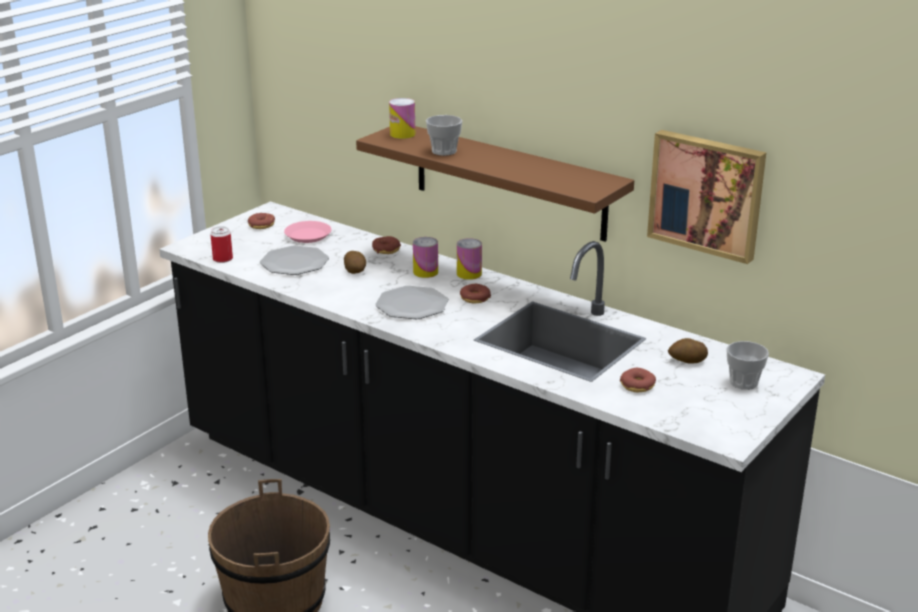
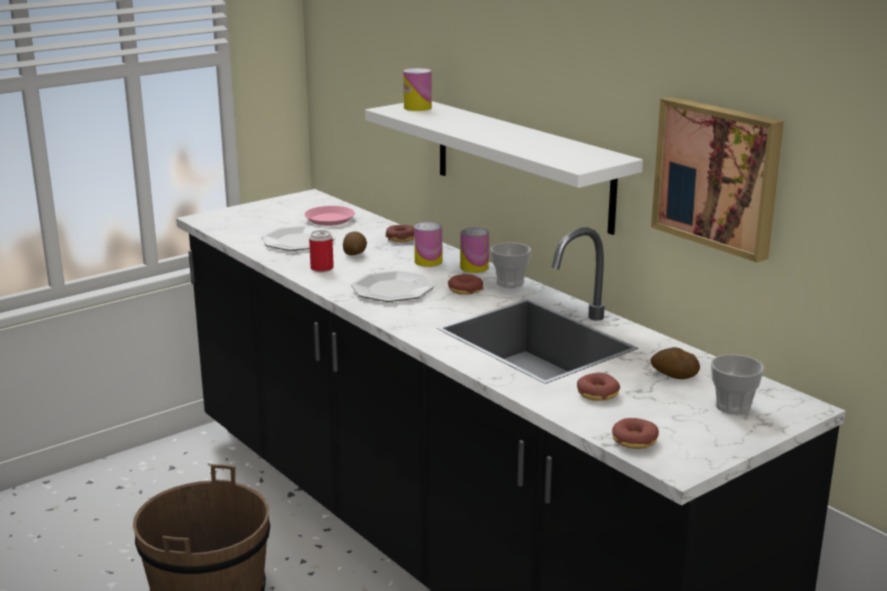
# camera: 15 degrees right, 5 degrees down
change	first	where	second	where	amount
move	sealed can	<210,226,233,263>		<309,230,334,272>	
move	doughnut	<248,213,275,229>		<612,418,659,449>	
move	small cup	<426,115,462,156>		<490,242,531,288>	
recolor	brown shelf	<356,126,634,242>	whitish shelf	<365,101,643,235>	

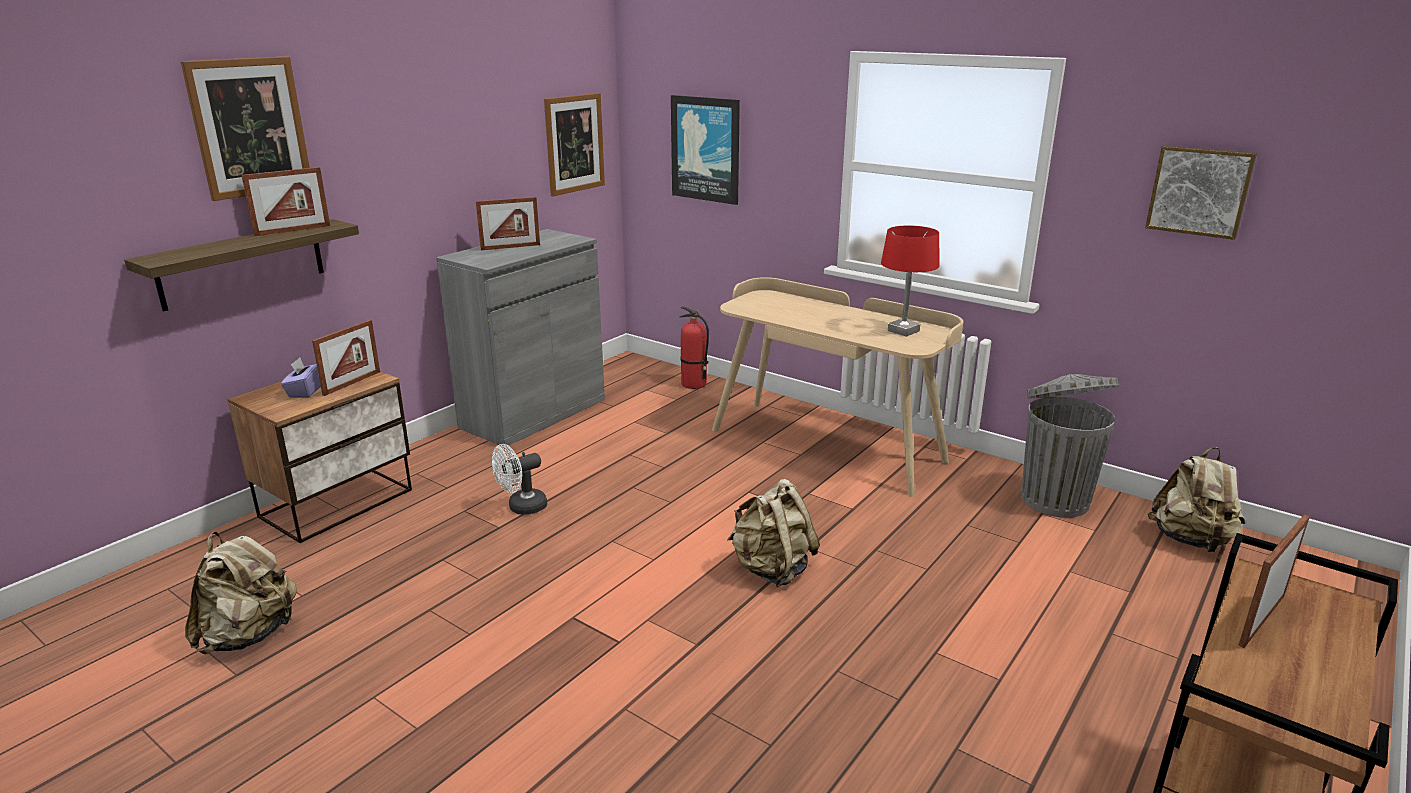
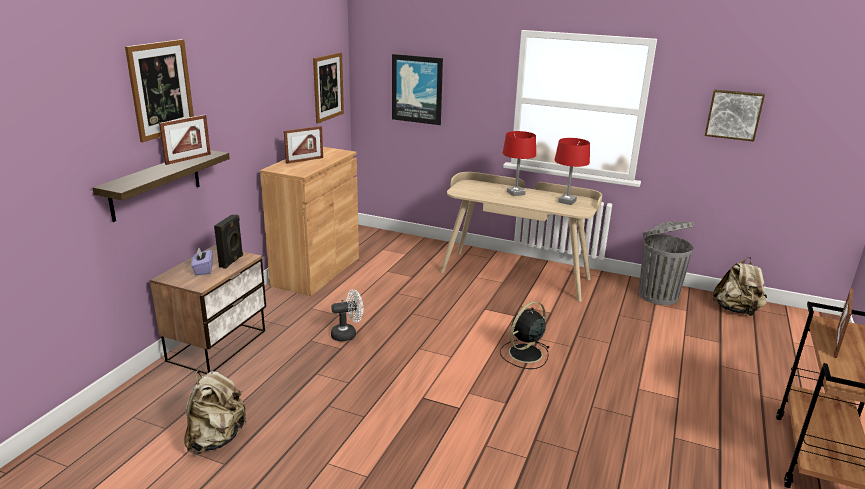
# camera: 15 degrees left, 0 degrees up
change	first	where	second	where	amount
delete	extinguisher	<679,306,709,389>			
insert			red-coloured table lamp	<503,131,536,196>	
replace	photo frame	<312,320,380,396>	black speaker	<214,214,243,269>	
replace	beige-coloured backpack	<727,479,820,587>	black fan	<500,301,550,369>	
recolor	gray cupboard	<436,229,605,447>	brown cupboard	<260,147,359,296>	
rotate	whitish fan	<492,444,547,515>		<331,289,363,342>	150 degrees counterclockwise

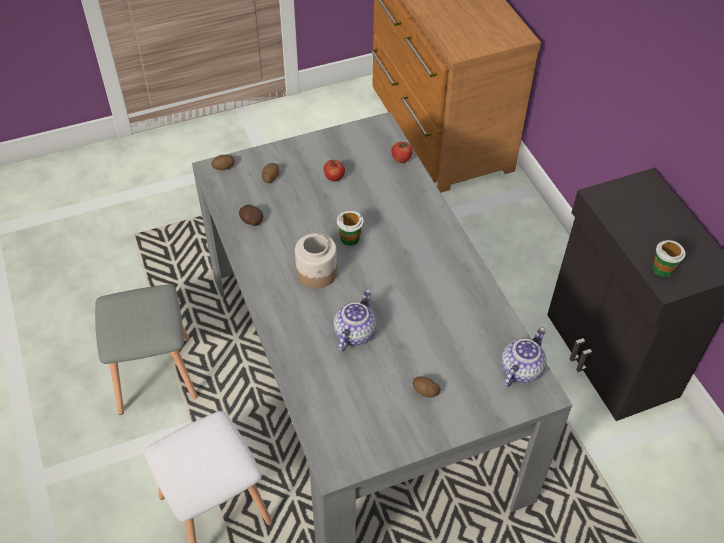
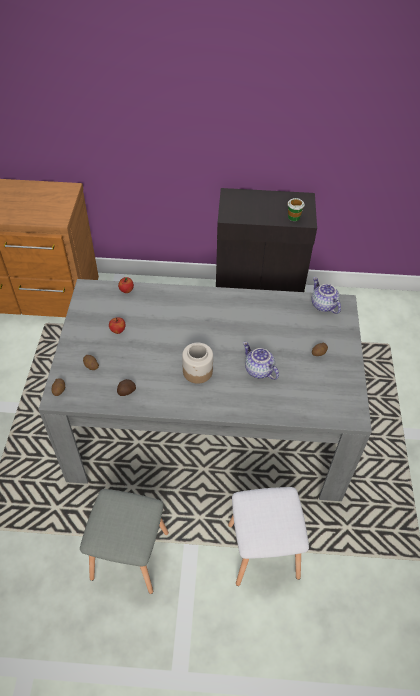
# camera: 65 degrees left, 0 degrees up
change	first	where	second	where	amount
delete	small cup	<337,211,364,246>			

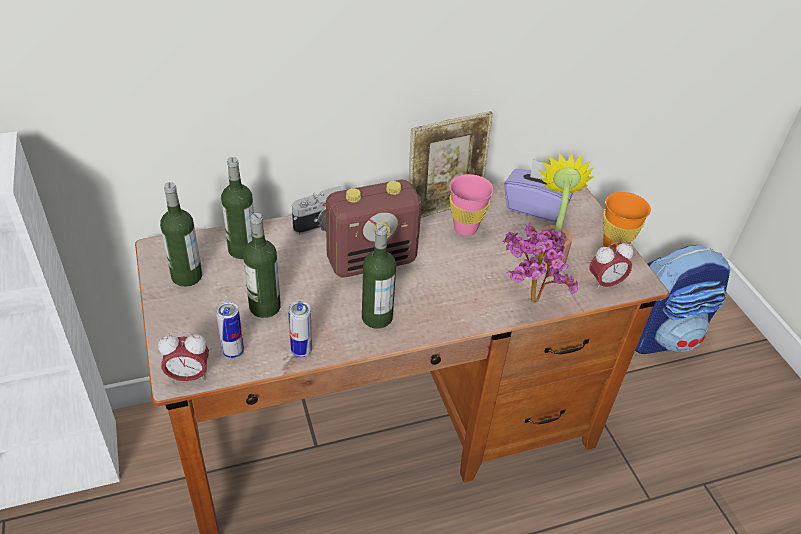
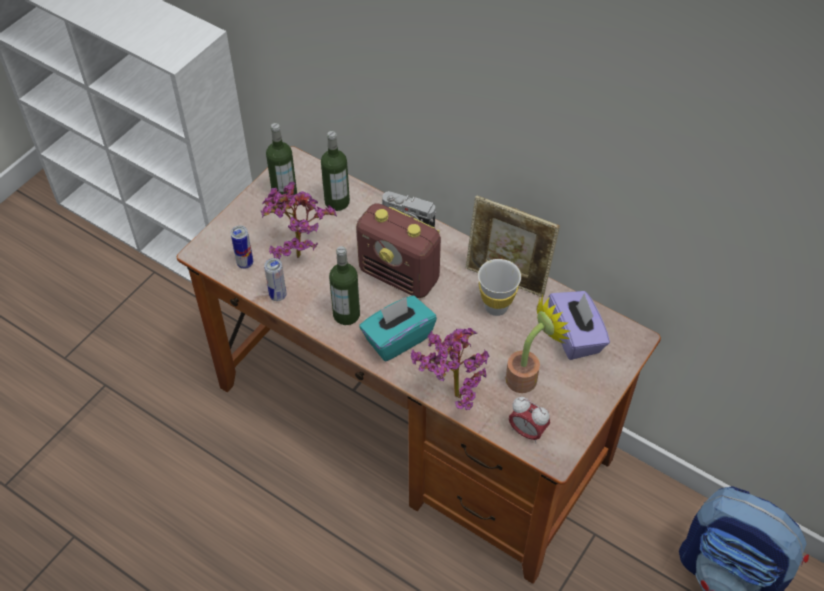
# camera: 55 degrees right, 10 degrees up
change	first	where	second	where	amount
delete	bedside clock	<158,332,209,383>			
delete	orange small cup	<603,192,651,248>			
insert			turquoise box of tissues	<359,295,437,361>	
replace	drink bottle	<243,213,281,318>	houseplant	<261,182,337,260>	
recolor	pinkish small cup	<449,174,494,236>	whitish small cup	<478,259,521,316>	

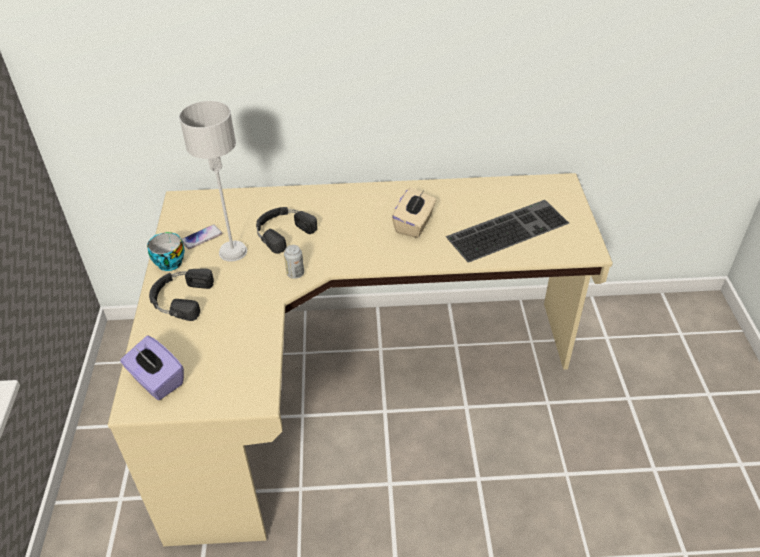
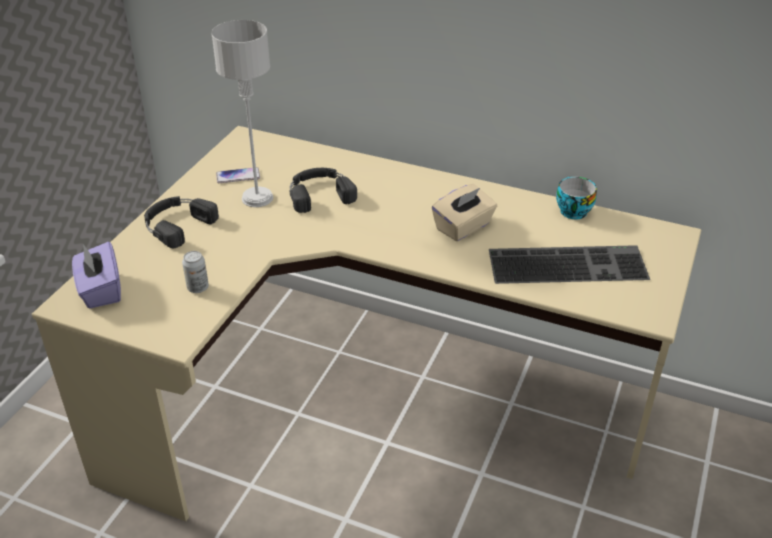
# camera: 25 degrees right, 5 degrees down
change	first	where	second	where	amount
move	small cup	<147,232,185,271>		<556,177,597,219>	
move	sealed can	<284,245,304,279>		<182,251,209,293>	

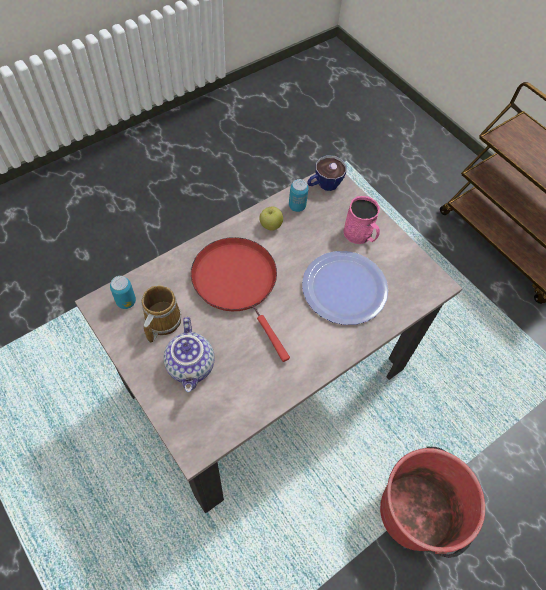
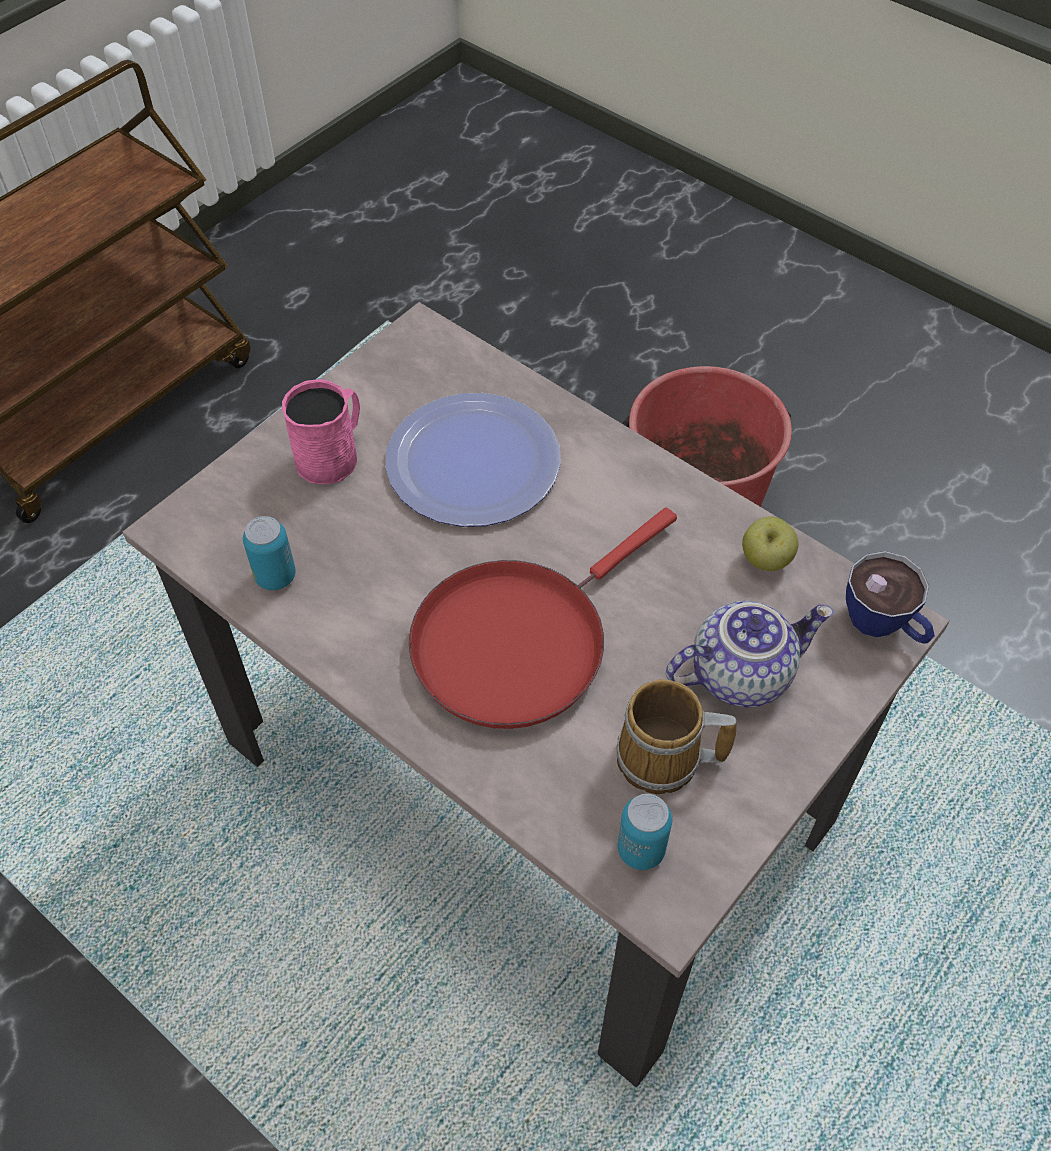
# camera: 100 degrees left, 5 degrees down
change	first	where	second	where	amount
move	apple	<259,206,283,231>		<742,516,799,571>	
move	small cup	<307,155,347,191>		<846,551,935,644>	

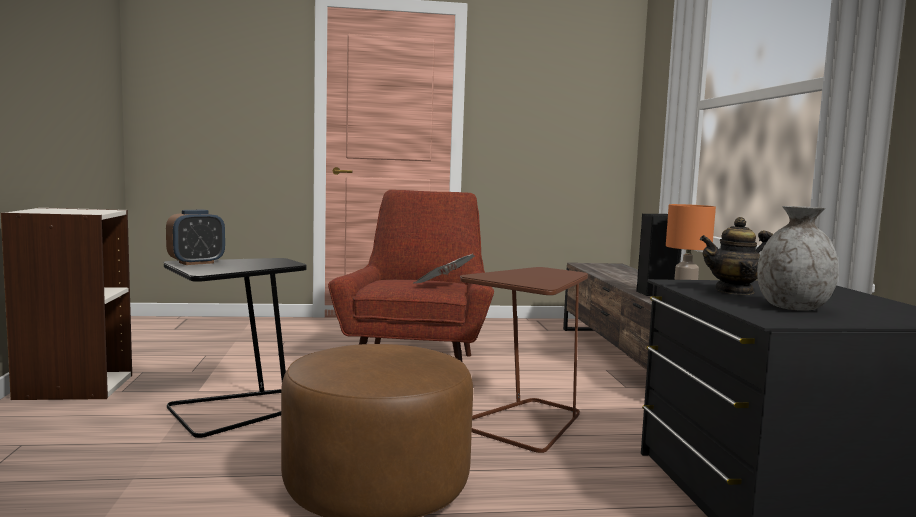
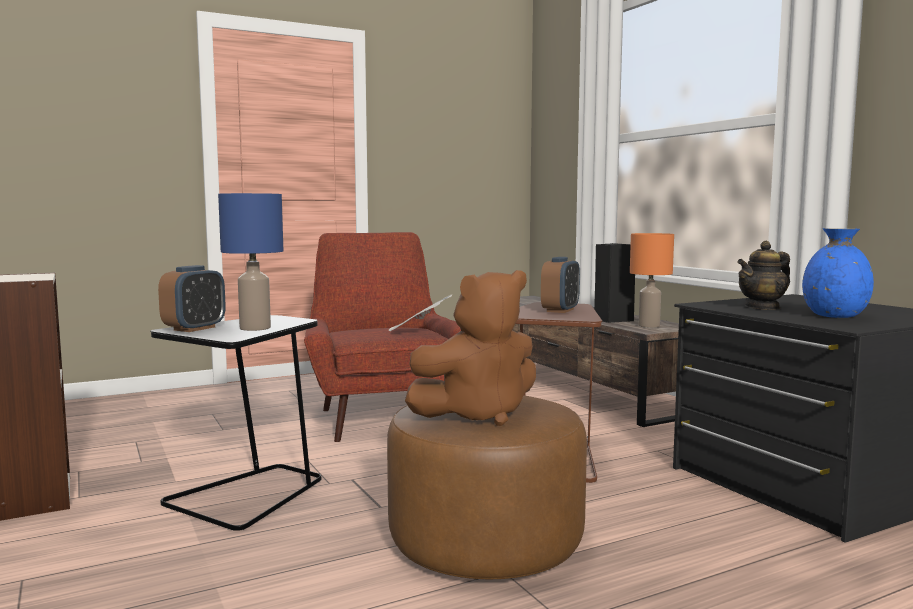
# camera: 20 degrees left, 0 degrees up
change	first	where	second	where	amount
insert			blue table lamp	<218,193,283,331>	
insert			brown cuddly toy	<405,270,536,426>	
insert			bedside clock	<541,257,580,313>	
recolor	gray flower vase	<757,206,839,311>	blue flower vase	<802,228,874,318>	

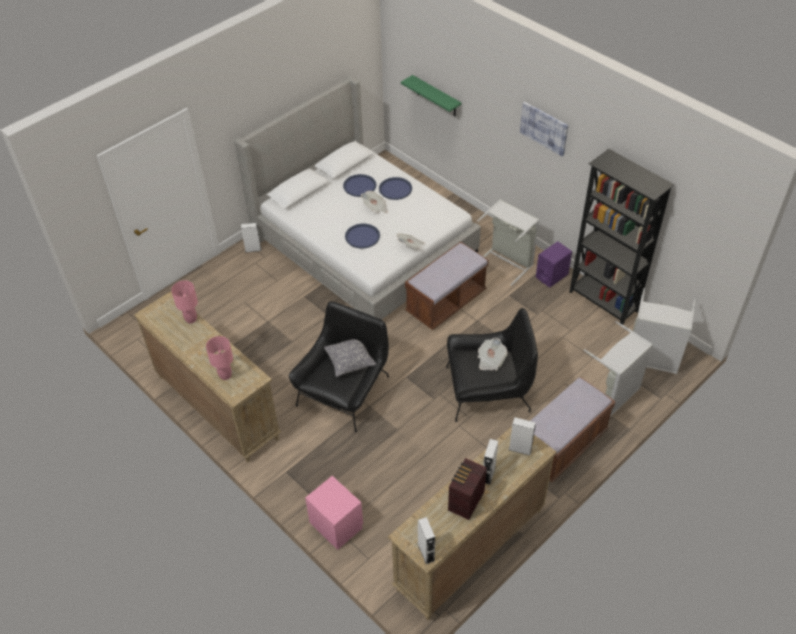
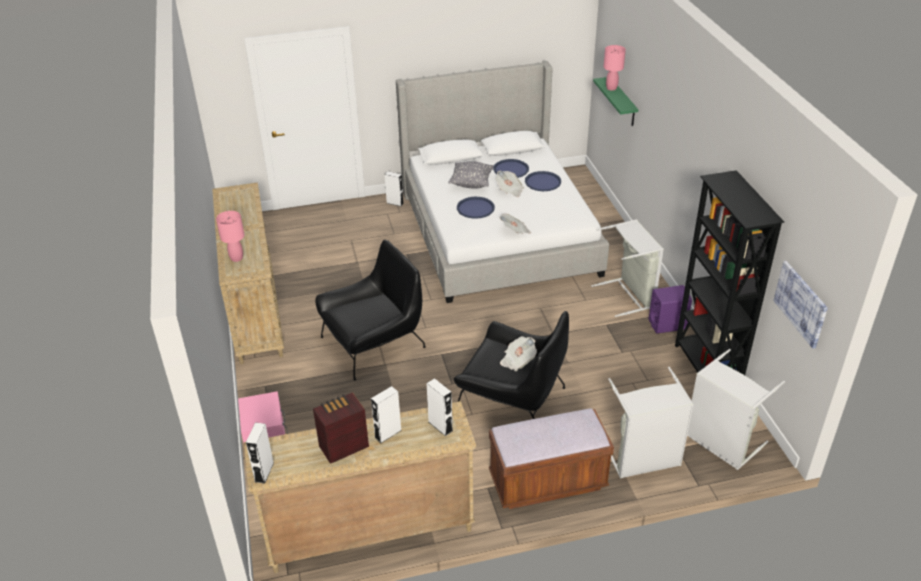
# camera: 30 degrees right, 10 degrees down
change	first	where	second	where	amount
delete	brown long seat	<405,242,489,330>			
move	pinkish table lamp	<171,281,198,324>		<604,45,626,91>	
move	gray throw pillow	<324,339,376,377>		<448,161,494,189>	
move	picture	<520,102,568,157>		<774,261,828,349>	

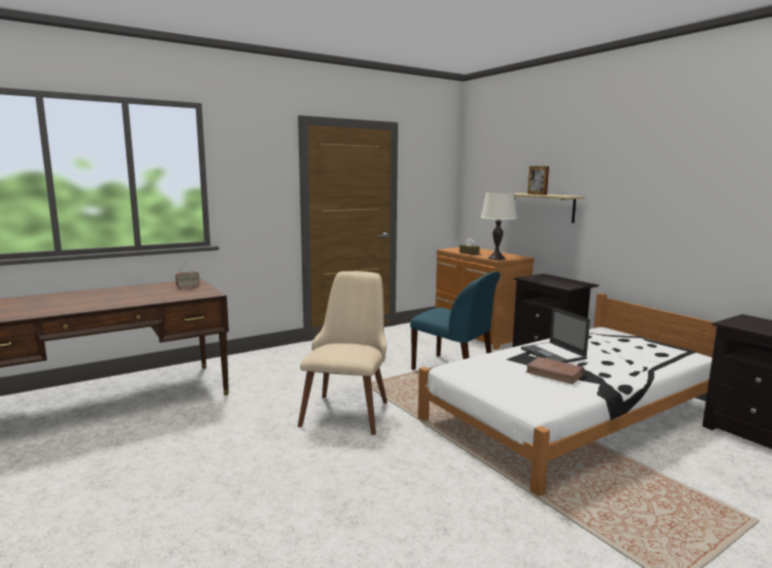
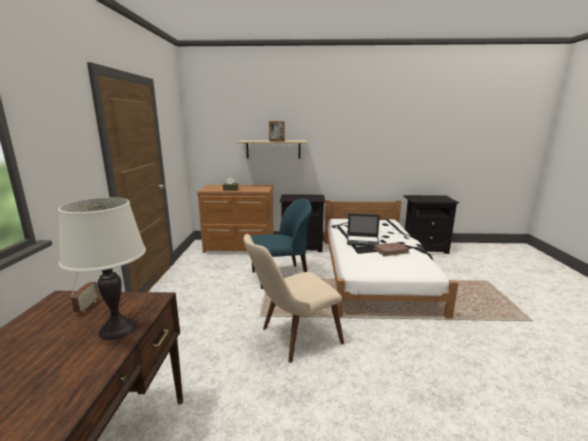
# camera: 55 degrees left, 5 degrees up
change	first	where	second	where	amount
move	whitish table lamp	<481,192,517,260>		<58,197,146,340>	
rotate	beige-coloured chair	<298,271,387,435>		<243,234,344,363>	75 degrees counterclockwise

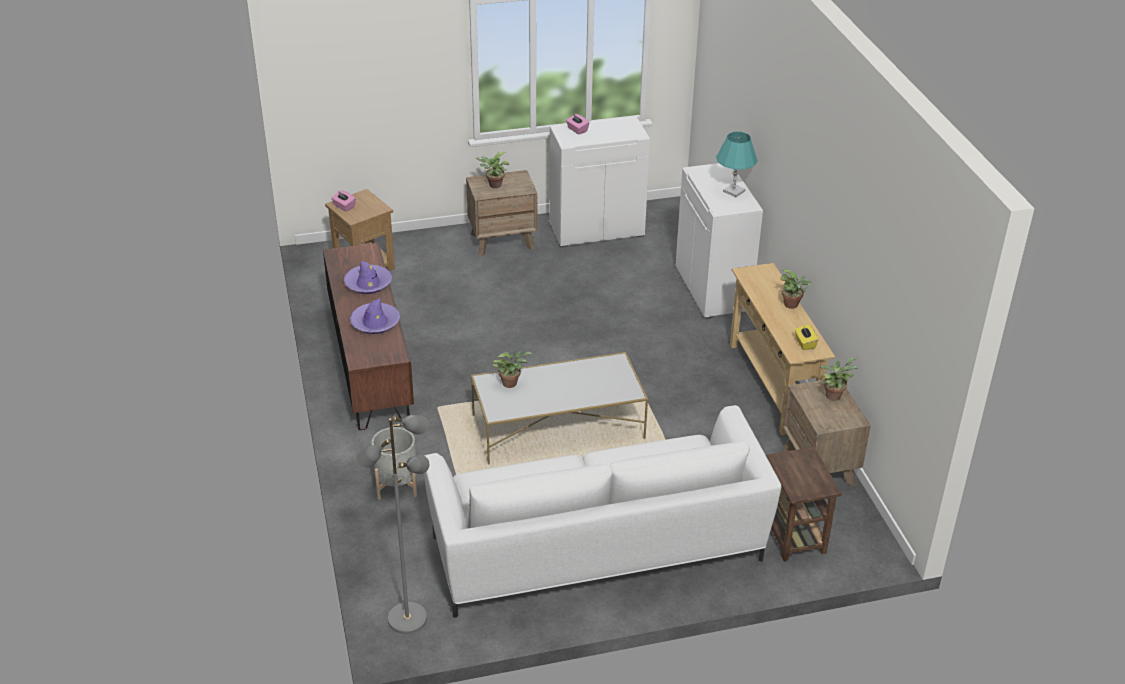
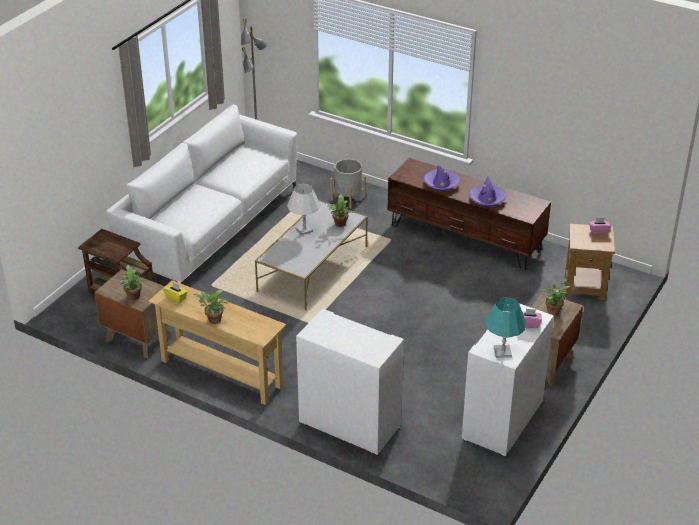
# camera: 135 degrees right, 0 degrees up
change	first	where	second	where	amount
insert			whitish table lamp	<287,184,321,235>	
move	turquoise table lamp	<716,132,758,197>		<485,297,526,358>	

